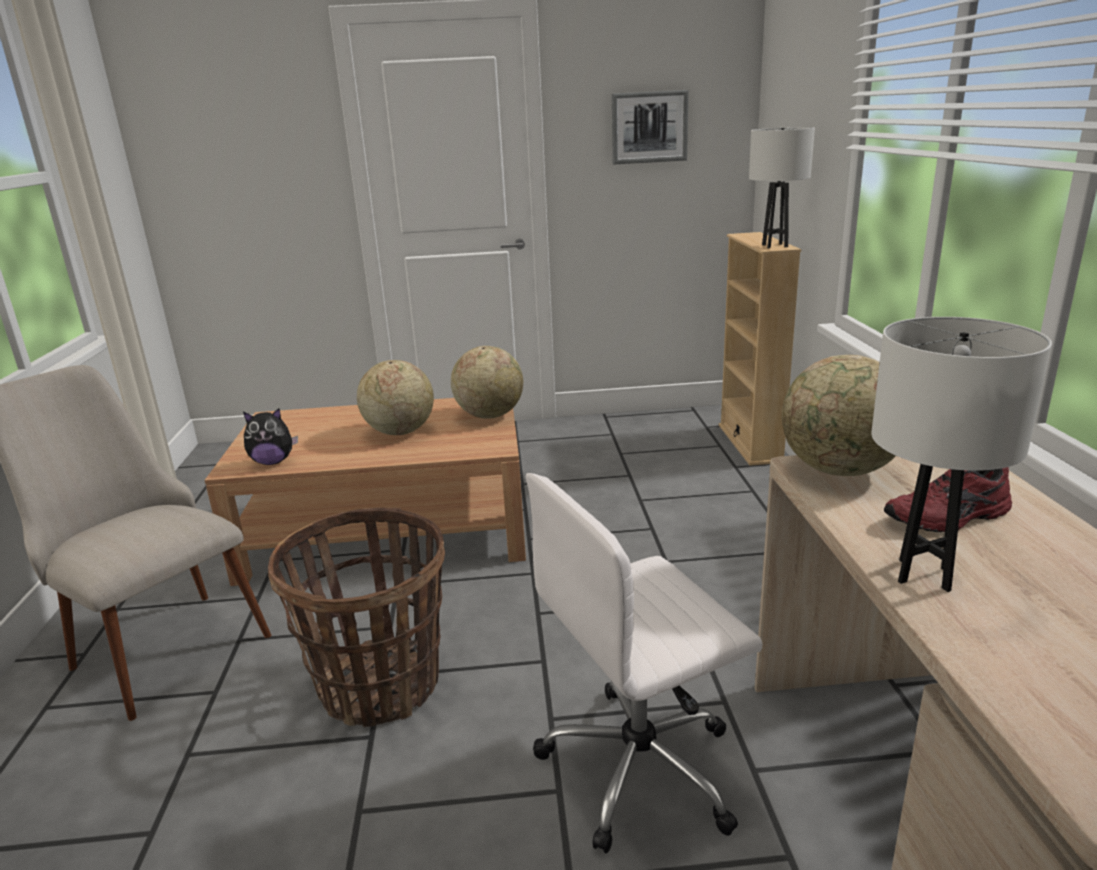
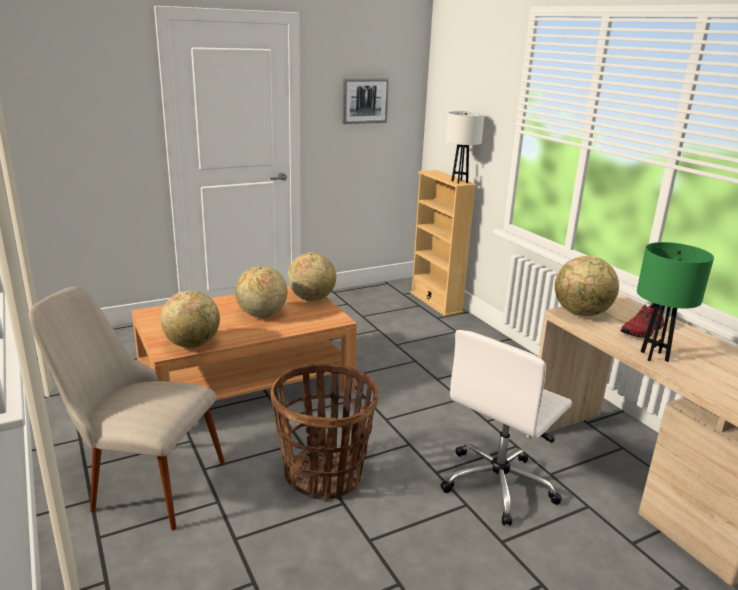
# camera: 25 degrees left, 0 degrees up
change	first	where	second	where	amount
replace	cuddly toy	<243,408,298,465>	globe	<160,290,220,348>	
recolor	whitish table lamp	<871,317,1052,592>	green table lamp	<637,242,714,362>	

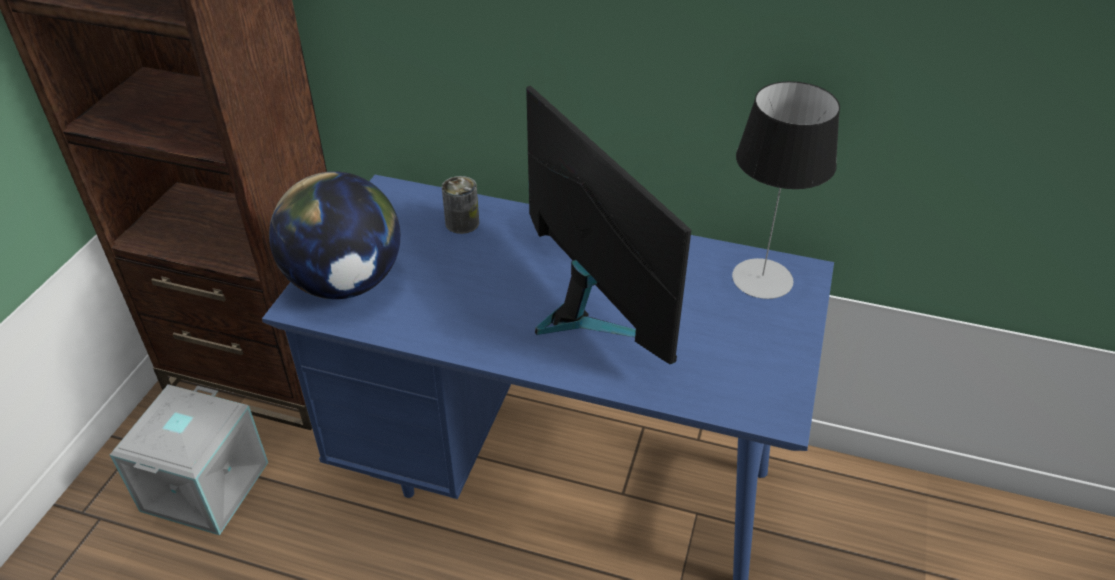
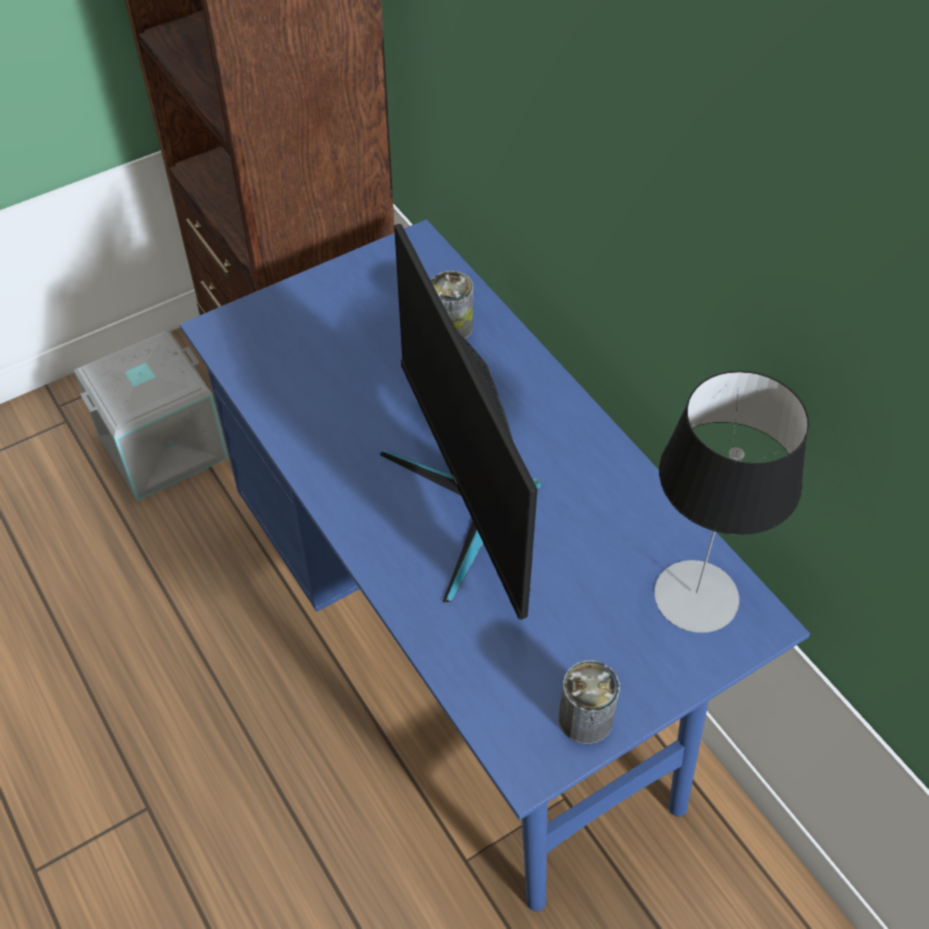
# camera: 40 degrees right, 10 degrees up
change	first	where	second	where	amount
delete	globe	<269,171,400,299>			
insert			sealed can	<559,660,620,744>	
rotate	monitor	<526,86,691,364>		<380,224,541,620>	150 degrees clockwise

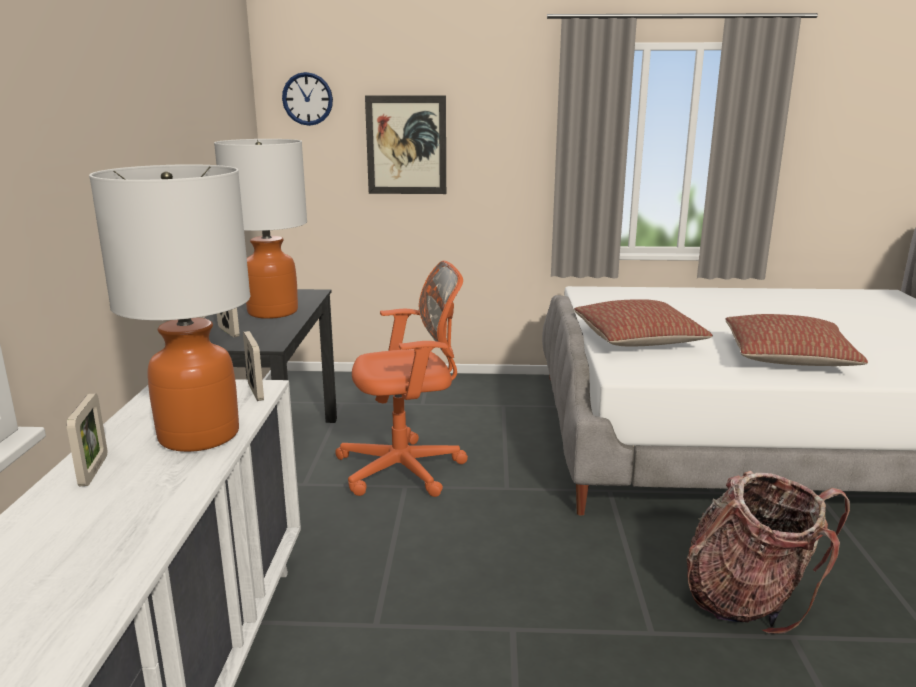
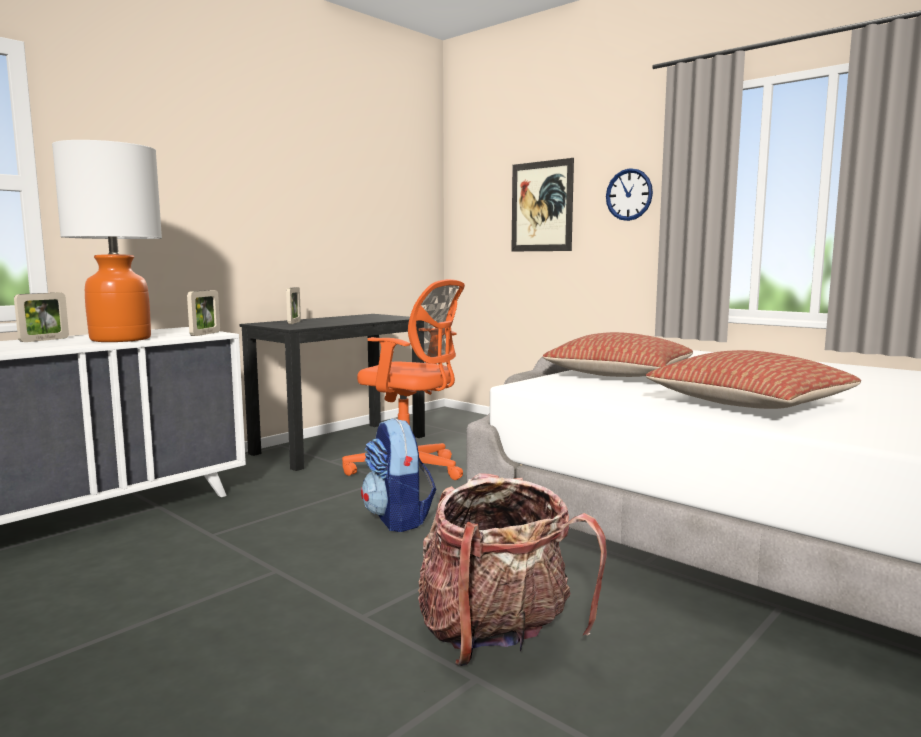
# camera: 40 degrees right, 10 degrees down
change	first	where	second	where	amount
delete	table lamp	<214,139,307,319>			
insert			backpack	<361,418,436,532>	
move	hanging clock	<282,72,333,126>		<606,168,653,221>	

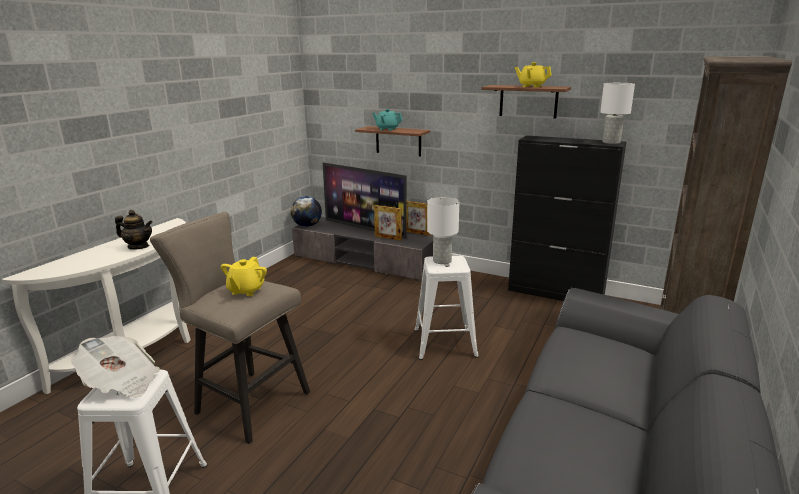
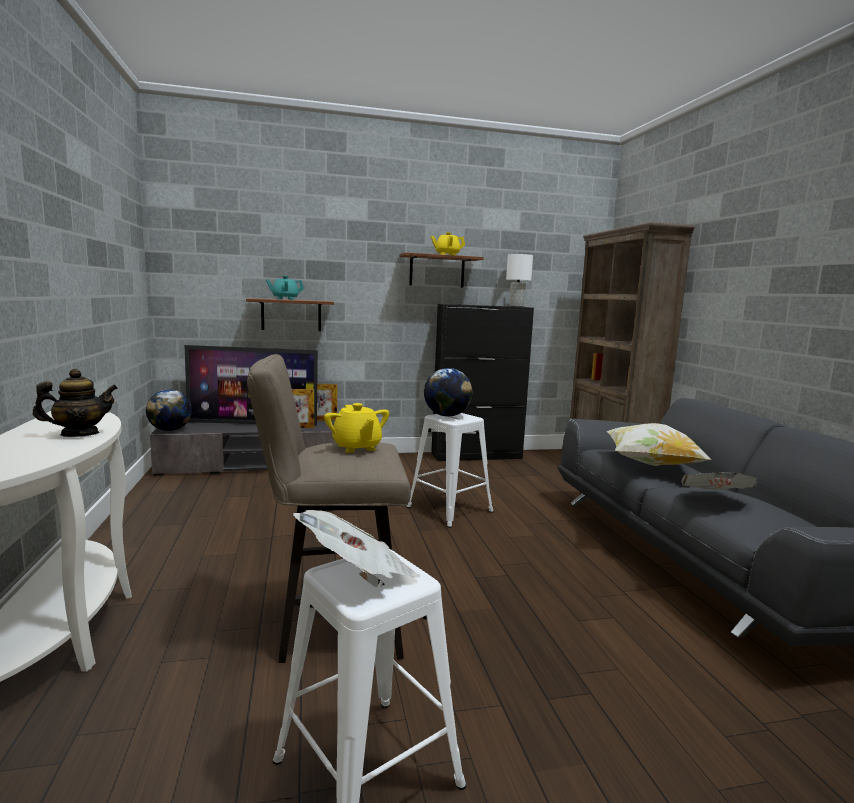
# camera: 40 degrees left, 10 degrees down
change	first	where	second	where	amount
insert			throw pillow	<606,423,711,466>	
insert			newspaper	<681,472,757,490>	
replace	whitish table lamp	<427,197,459,264>	globe	<424,368,472,417>	

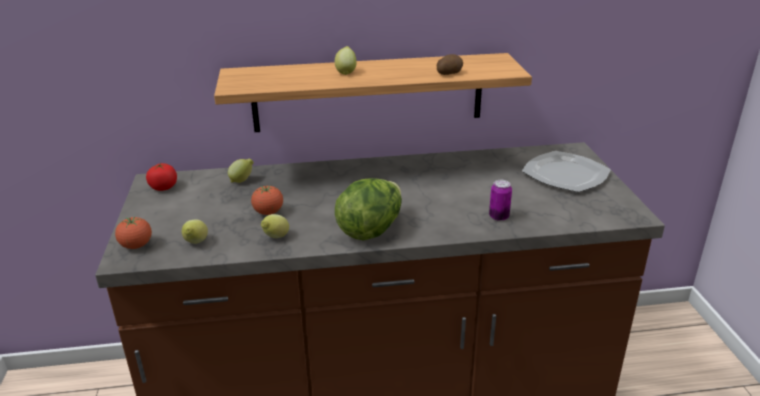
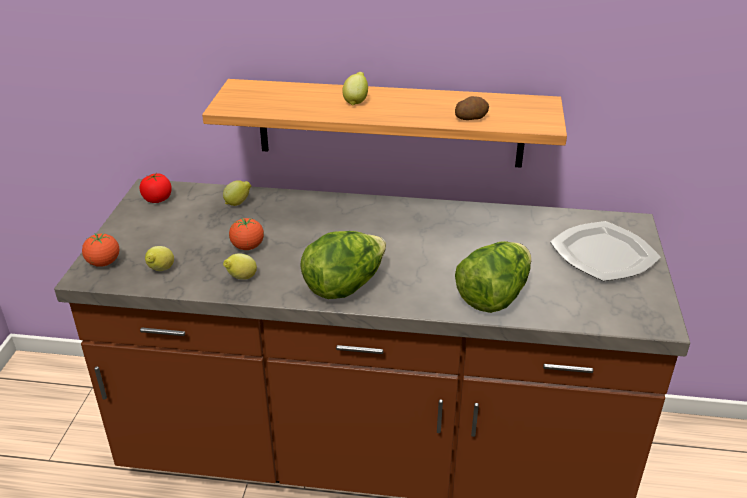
# camera: 15 degrees right, 5 degrees up
change	first	where	second	where	amount
replace	sealed can	<489,180,512,221>	lettuce head	<455,241,531,313>	

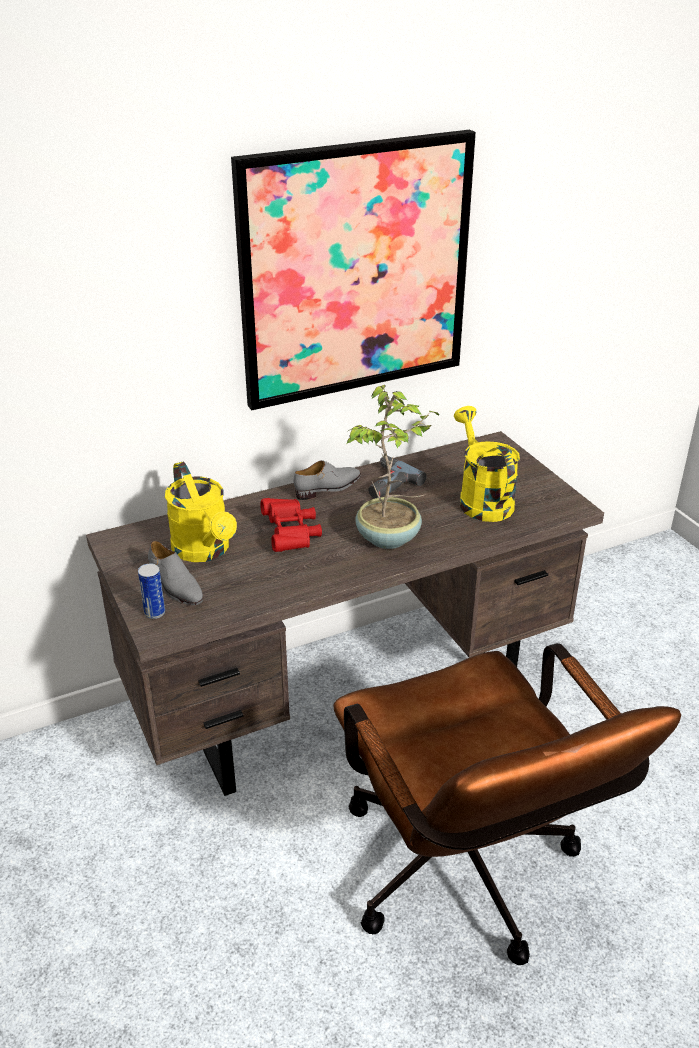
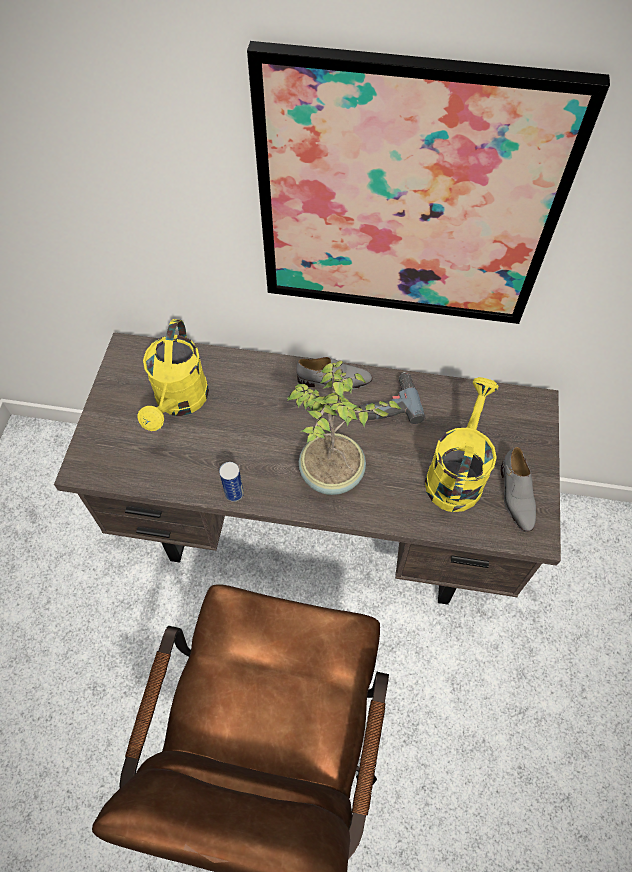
# camera: 35 degrees right, 25 degrees up
change	first	where	second	where	amount
delete	red-coloured pair of binoculars	<260,498,322,552>			
move	sealed can	<138,564,165,619>		<219,462,244,502>	
move	gray low shoe	<148,541,203,605>		<501,447,536,532>	

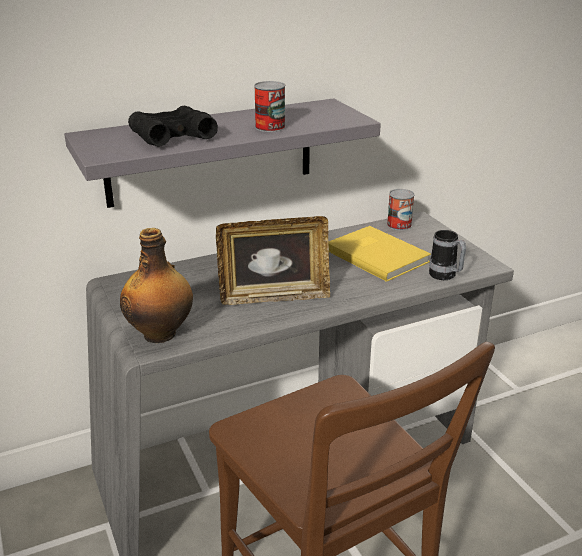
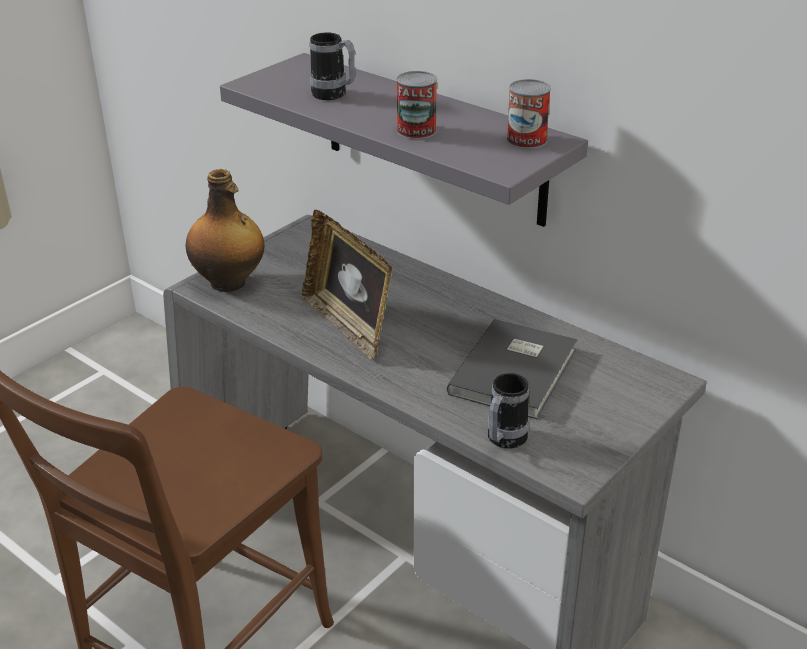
# camera: 65 degrees right, 5 degrees up
change	first	where	second	where	amount
move	sealed can	<387,189,415,231>		<506,79,551,149>	
replace	black pair of binoculars	<128,106,218,147>	mug	<310,32,355,100>	
recolor	yellow volume	<328,226,431,282>	gray volume	<447,319,577,419>	

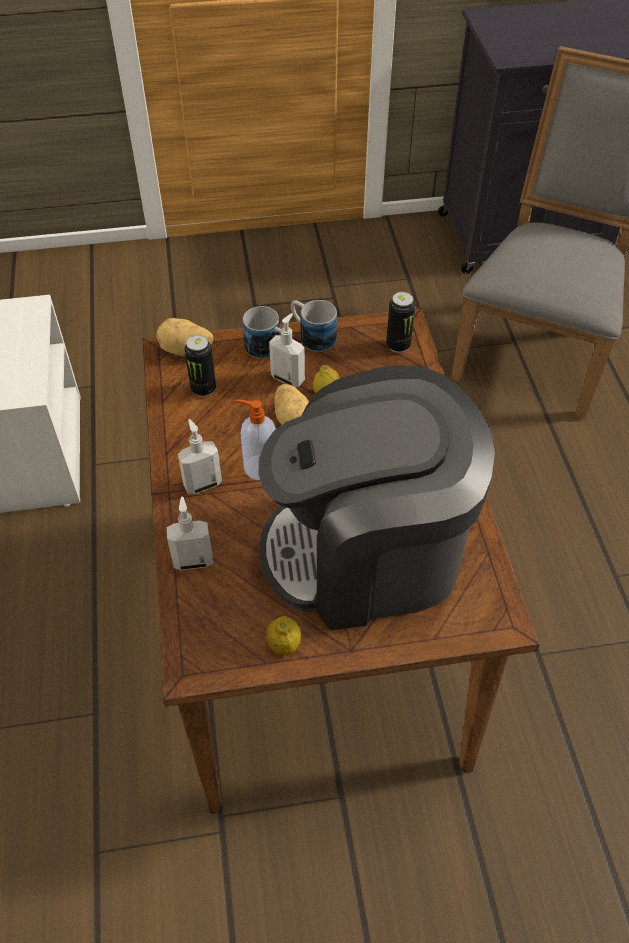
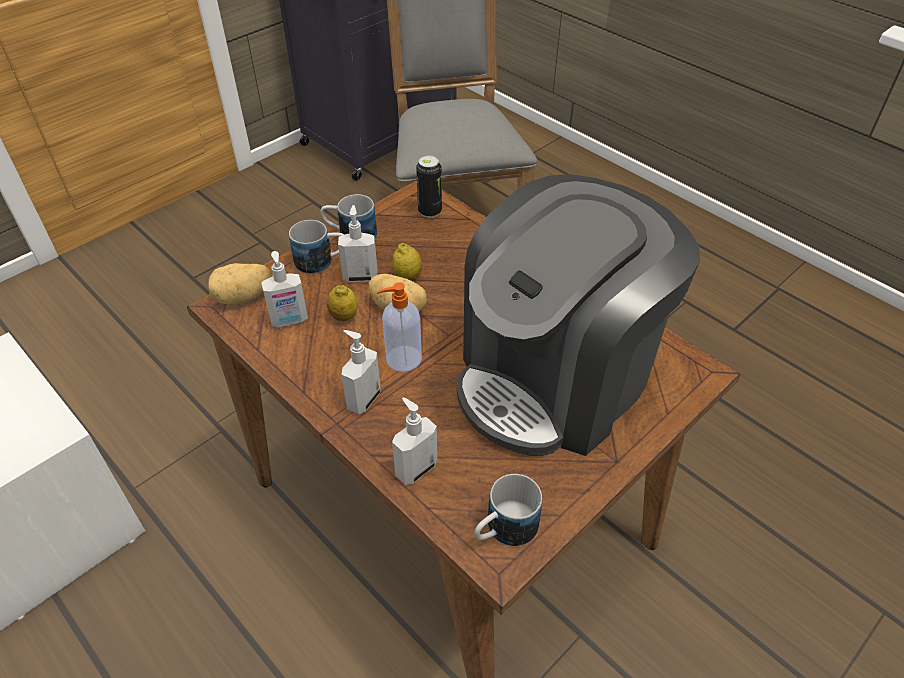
# camera: 35 degrees left, 5 degrees down
change	first	where	second	where	amount
insert			mug	<475,474,542,546>	
move	whole lemon	<266,616,301,655>		<327,285,358,321>	
replace	sealed can	<184,335,216,397>	liquid soap bottle	<261,251,308,327>	

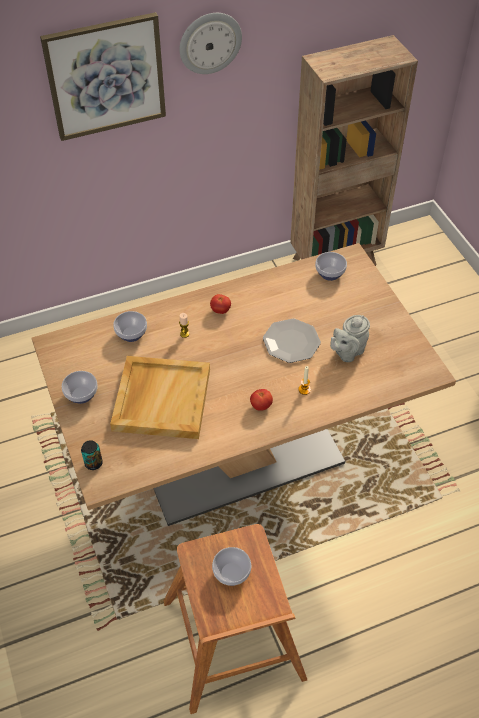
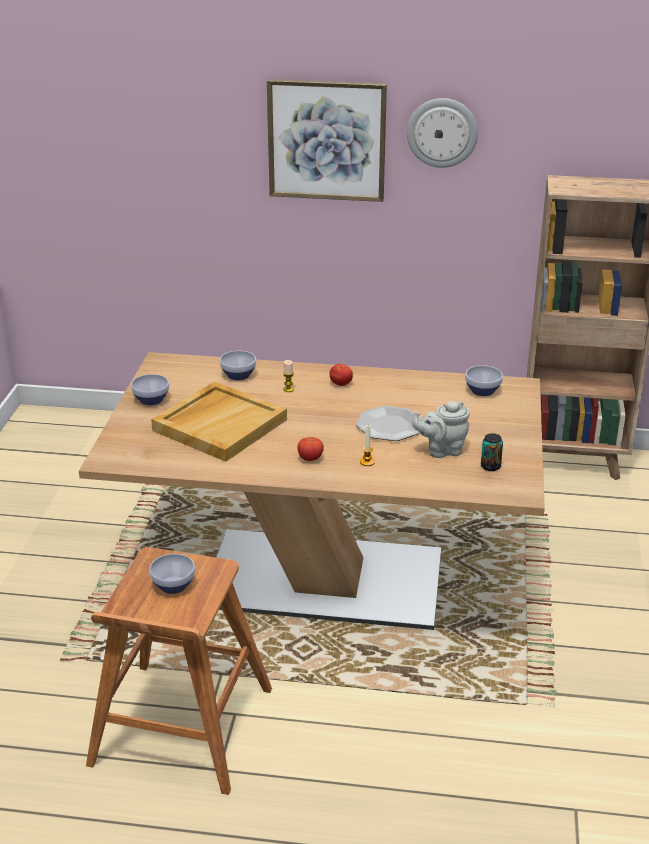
# camera: 30 degrees right, 20 degrees down
change	first	where	second	where	amount
move	sealed can	<81,440,103,470>		<481,433,503,471>	

